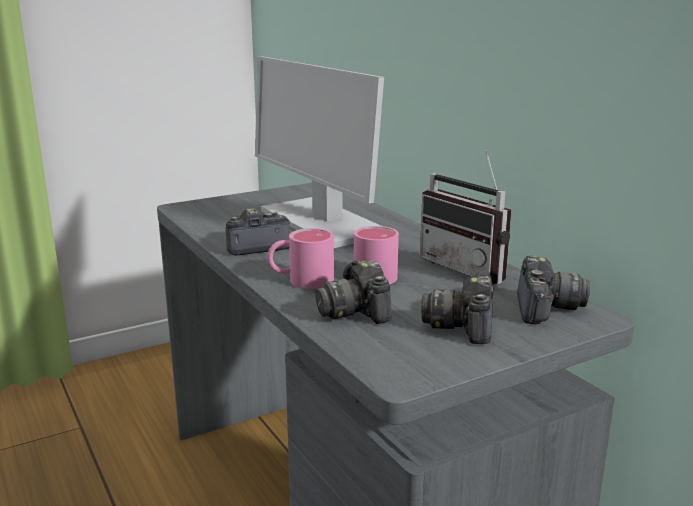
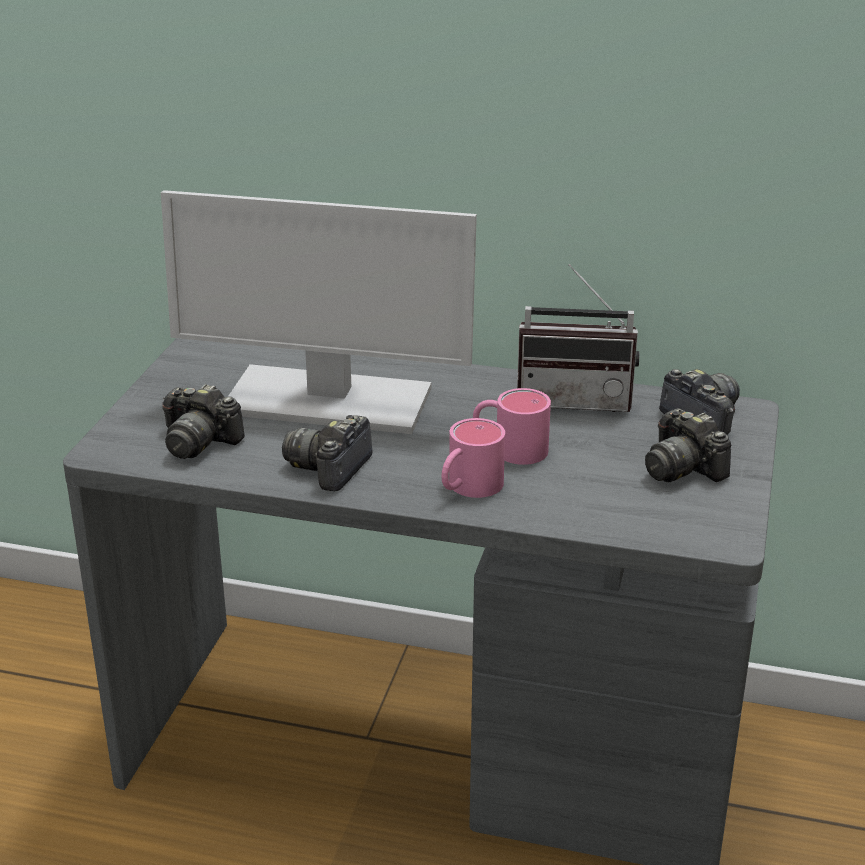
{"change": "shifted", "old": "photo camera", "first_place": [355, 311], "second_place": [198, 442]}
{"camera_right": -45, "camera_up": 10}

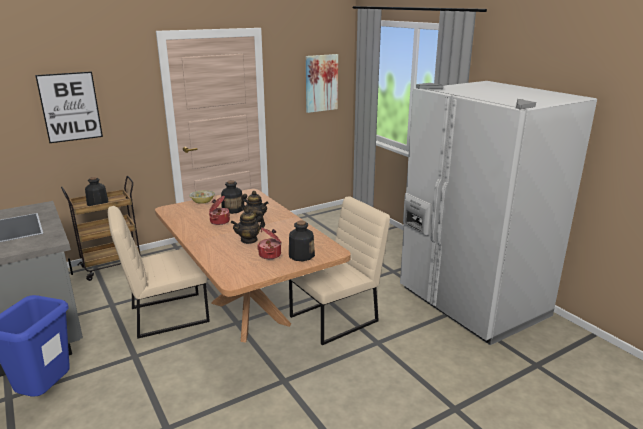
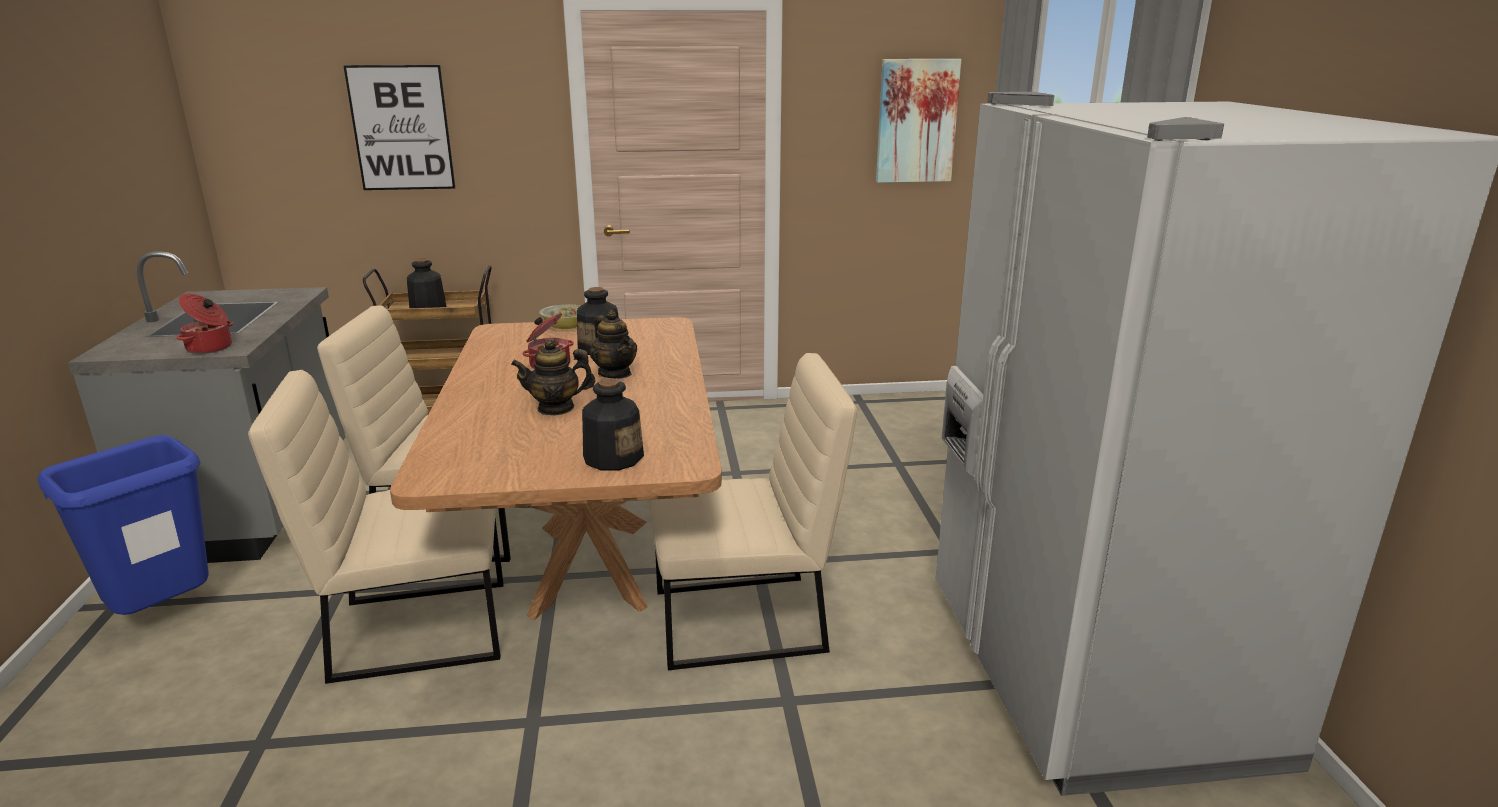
{"change": "shifted", "old": "cooking pot", "first_place": [270, 254], "second_place": [210, 348]}
{"change": "new", "new": "beige chair", "second_place": [415, 629]}
{"camera_right": 25, "camera_up": 0}

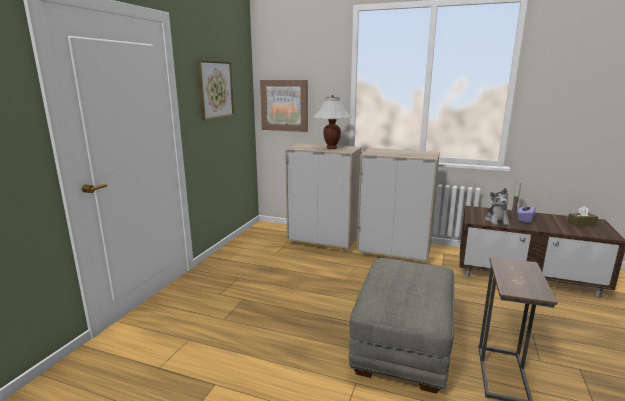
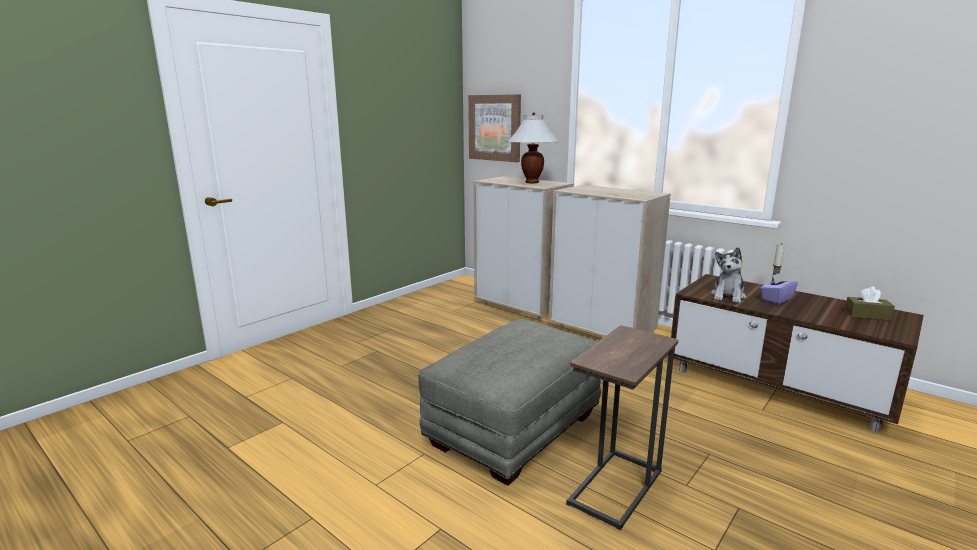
{"change": "gone", "old": "picture", "first_place": [215, 89]}
{"camera_right": 20, "camera_up": 0}

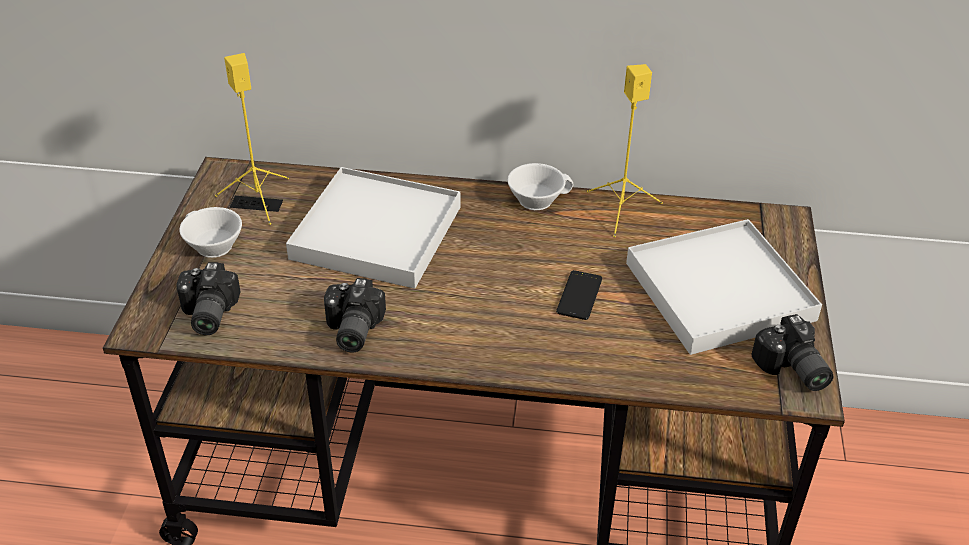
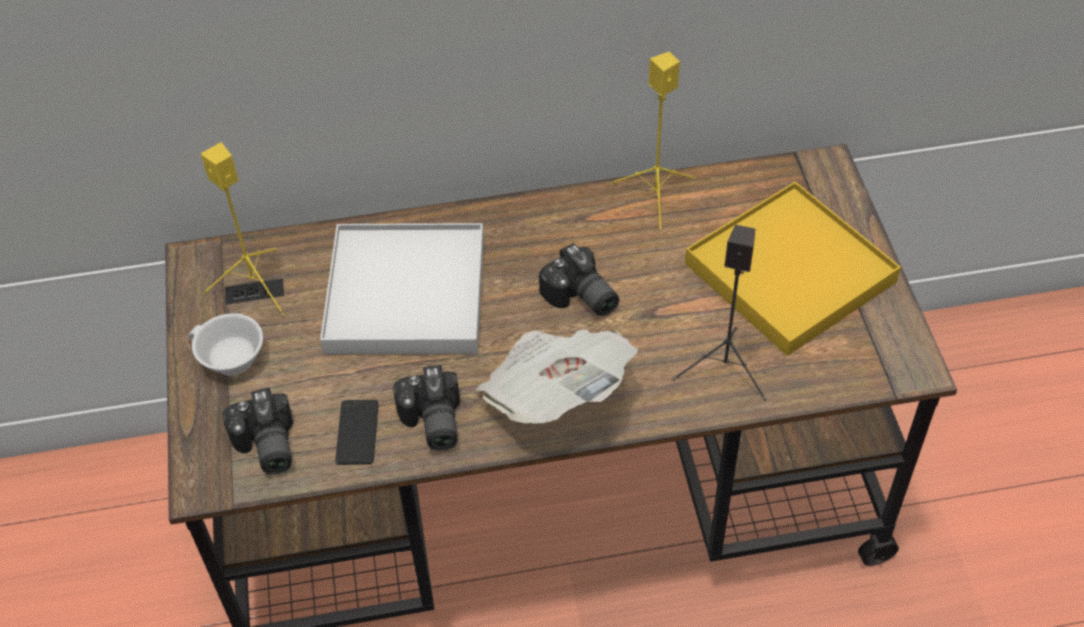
{"change": "gone", "old": "white cup", "first_place": [536, 198]}
{"change": "repainted", "old": "white tray", "new": "yellow tray", "first_place": [719, 291], "second_place": [790, 272]}
{"change": "shifted", "old": "phone", "first_place": [579, 295], "second_place": [357, 432]}
{"change": "shifted", "old": "photo camera", "first_place": [791, 370], "second_place": [580, 298]}
{"change": "new", "new": "black speaker", "second_place": [726, 369]}
{"change": "new", "new": "newspaper", "second_place": [555, 394]}
{"camera_right": -15, "camera_up": 10}

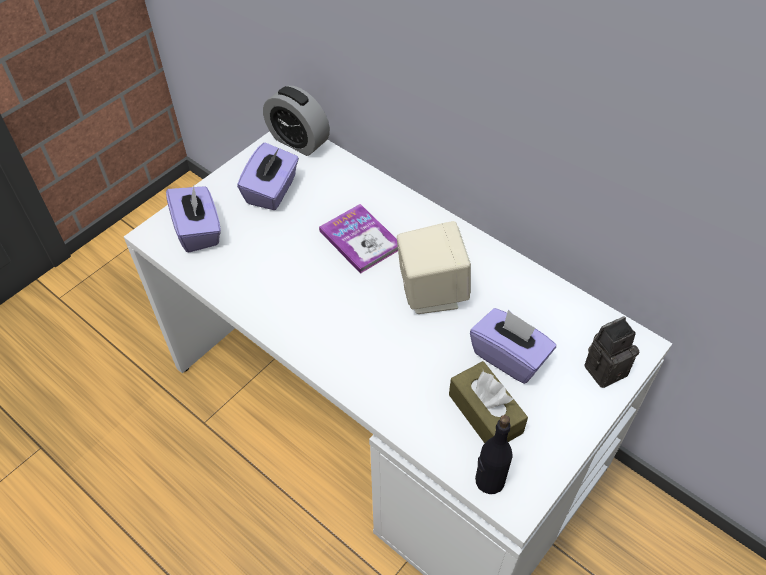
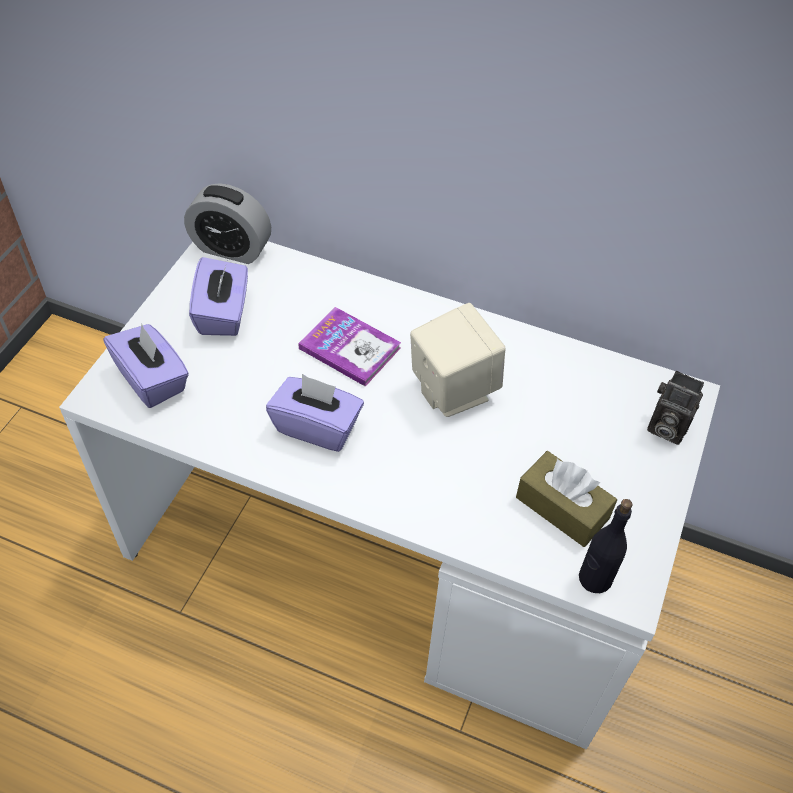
{"change": "shifted", "old": "purple tissue box", "first_place": [509, 356], "second_place": [317, 427]}
{"change": "rotated", "old": "photo camera", "first_place": [605, 368], "second_place": [665, 427], "degrees": -105}
{"camera_right": -20, "camera_up": 0}

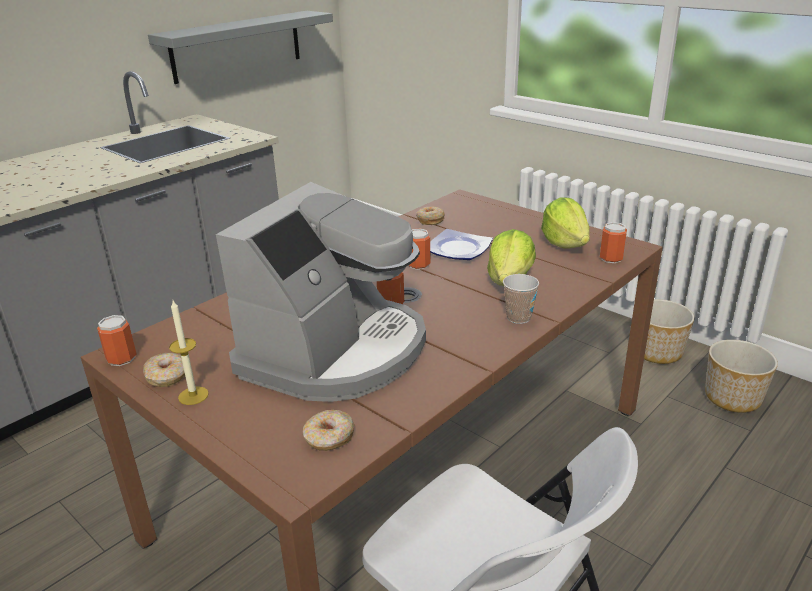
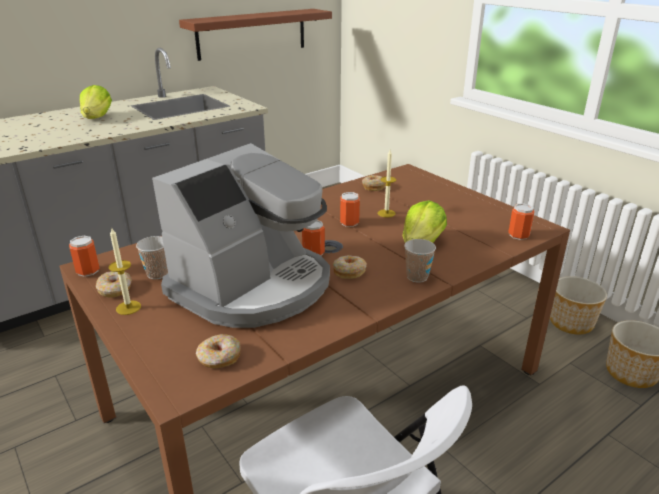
{"change": "repainted", "old": "grey shelf", "new": "brown shelf", "first_place": [237, 46], "second_place": [252, 33]}
{"change": "shifted", "old": "lettuce", "first_place": [565, 243], "second_place": [97, 117]}
{"change": "swapped", "old": "plate", "new": "candle", "first_place": [456, 249], "second_place": [386, 213]}
{"change": "new", "new": "cup", "second_place": [157, 274]}
{"change": "new", "new": "donut", "second_place": [349, 271]}
{"camera_right": 10, "camera_up": 0}

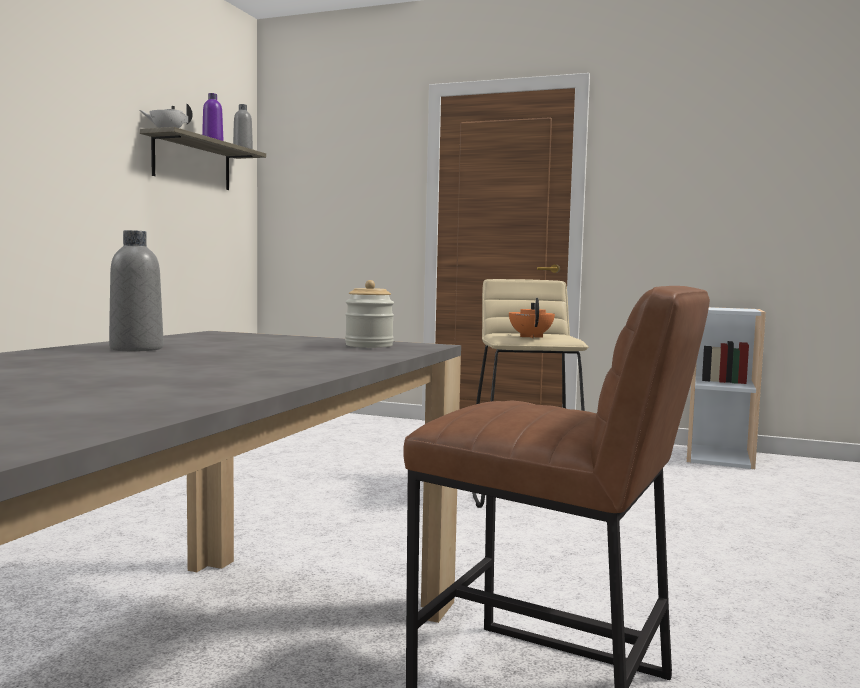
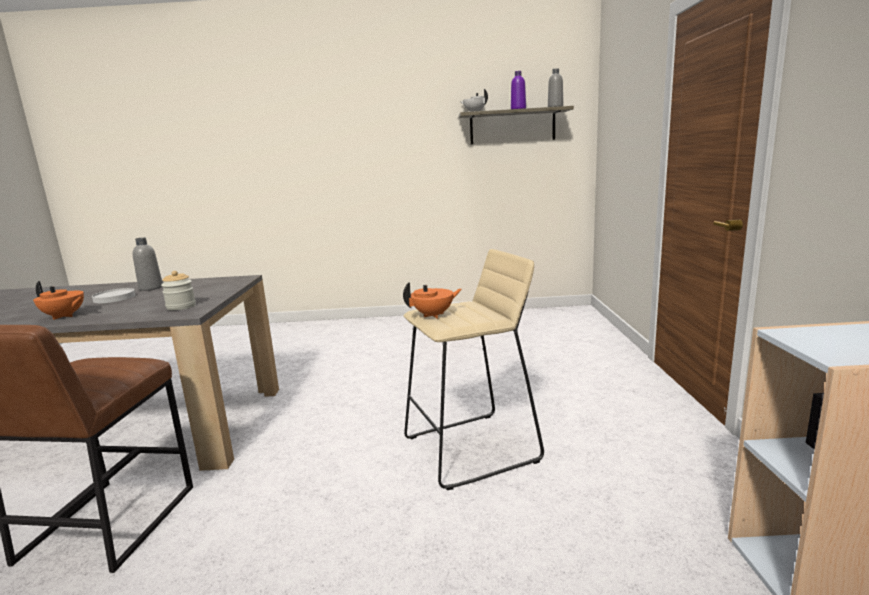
{"change": "new", "new": "orange teapot", "second_place": [64, 316]}
{"change": "new", "new": "white plate", "second_place": [115, 298]}
{"camera_right": 70, "camera_up": 10}

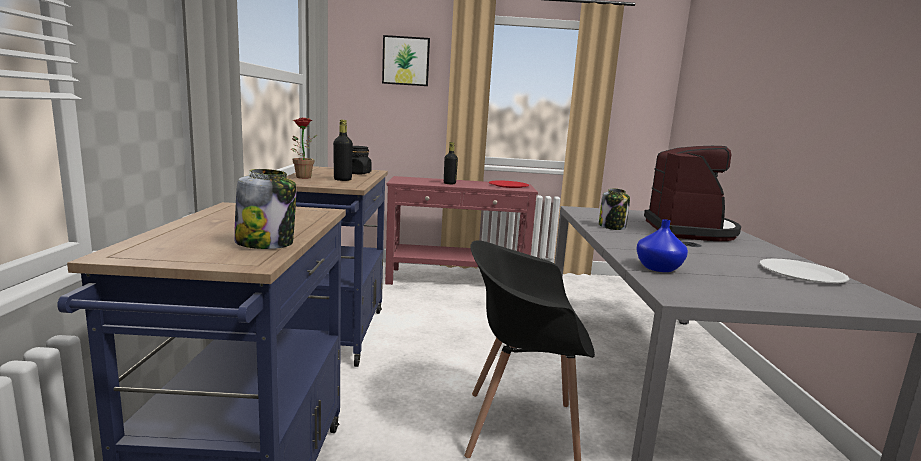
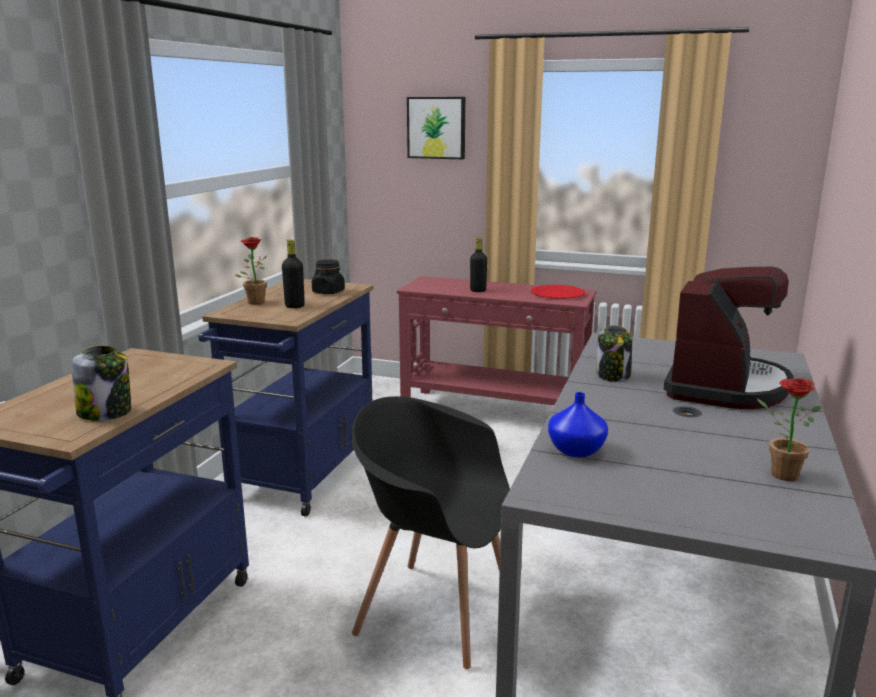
{"change": "swapped", "old": "white plate", "new": "potted plant", "first_place": [801, 273], "second_place": [778, 473]}
{"camera_right": 20, "camera_up": 5}

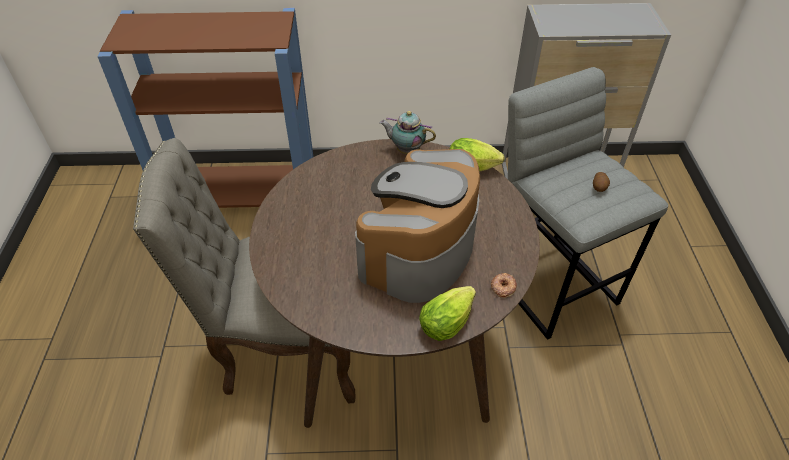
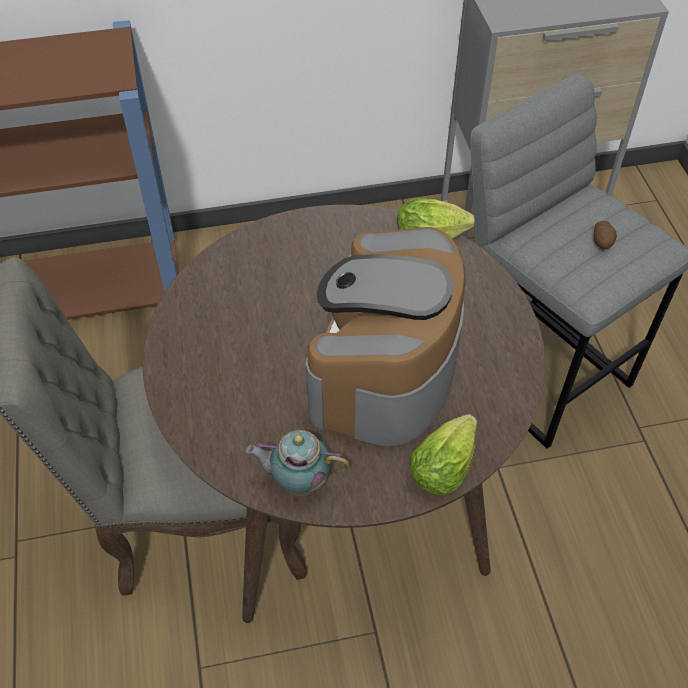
{"change": "shifted", "old": "teapot", "first_place": [406, 150], "second_place": [298, 481]}
{"change": "gone", "old": "donut", "first_place": [503, 287]}
{"camera_right": -10, "camera_up": 5}

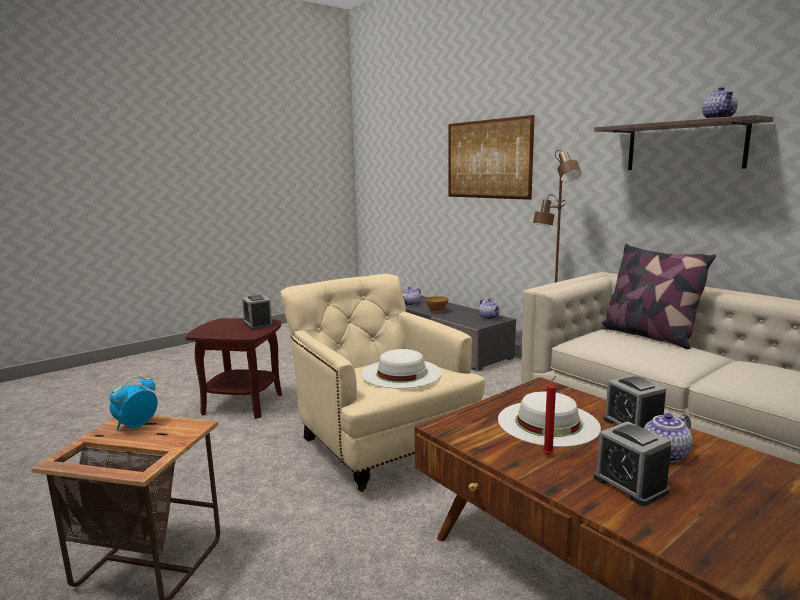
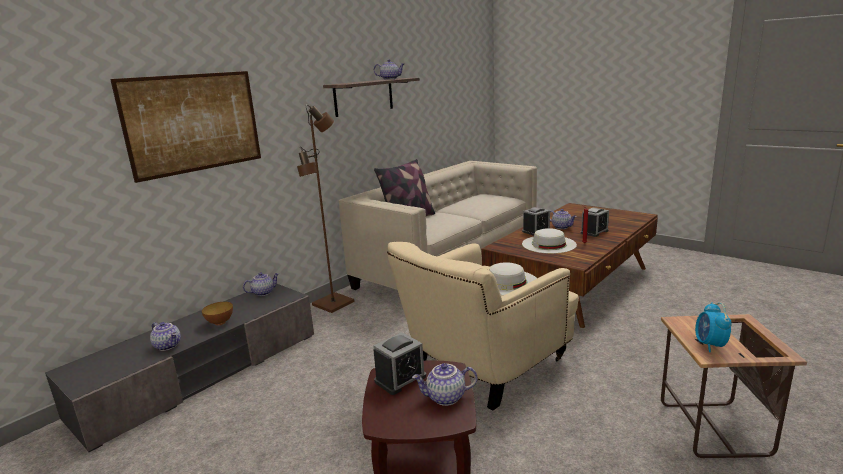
{"change": "rotated", "old": "alarm clock", "first_place": [135, 425], "second_place": [710, 345], "degrees": 75}
{"change": "new", "new": "teapot", "second_place": [445, 398]}
{"camera_right": -100, "camera_up": 5}

